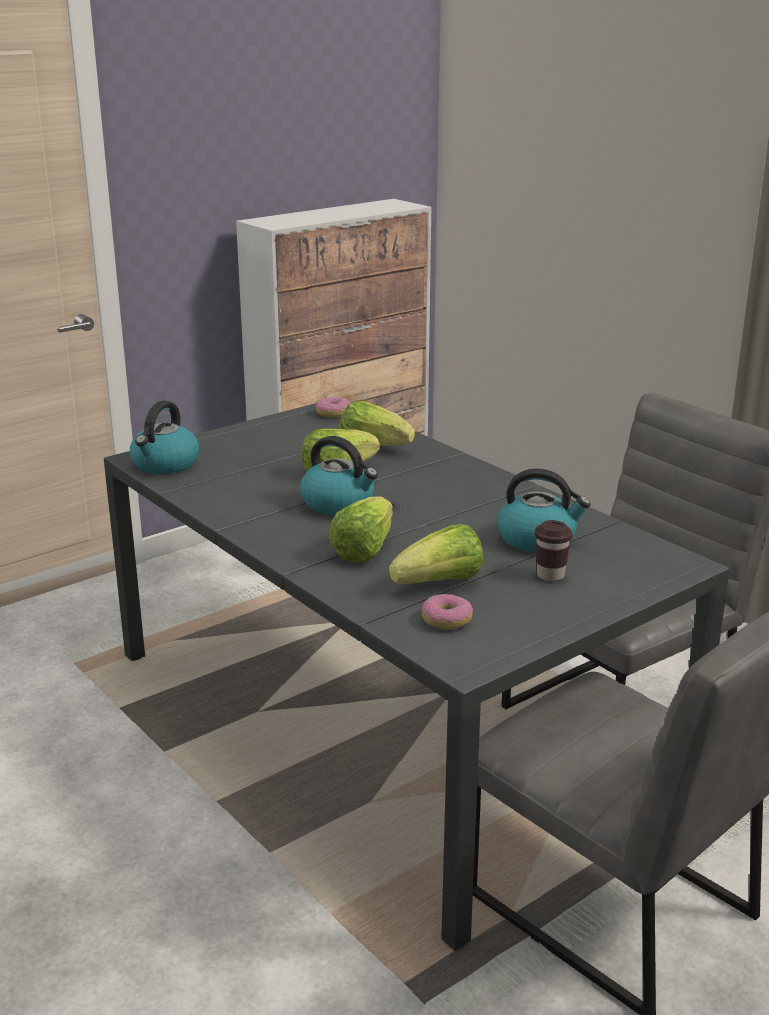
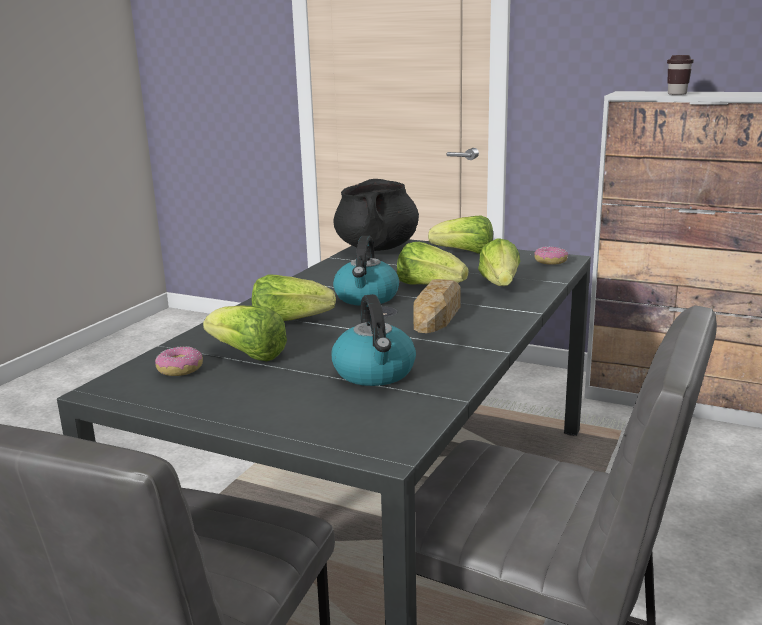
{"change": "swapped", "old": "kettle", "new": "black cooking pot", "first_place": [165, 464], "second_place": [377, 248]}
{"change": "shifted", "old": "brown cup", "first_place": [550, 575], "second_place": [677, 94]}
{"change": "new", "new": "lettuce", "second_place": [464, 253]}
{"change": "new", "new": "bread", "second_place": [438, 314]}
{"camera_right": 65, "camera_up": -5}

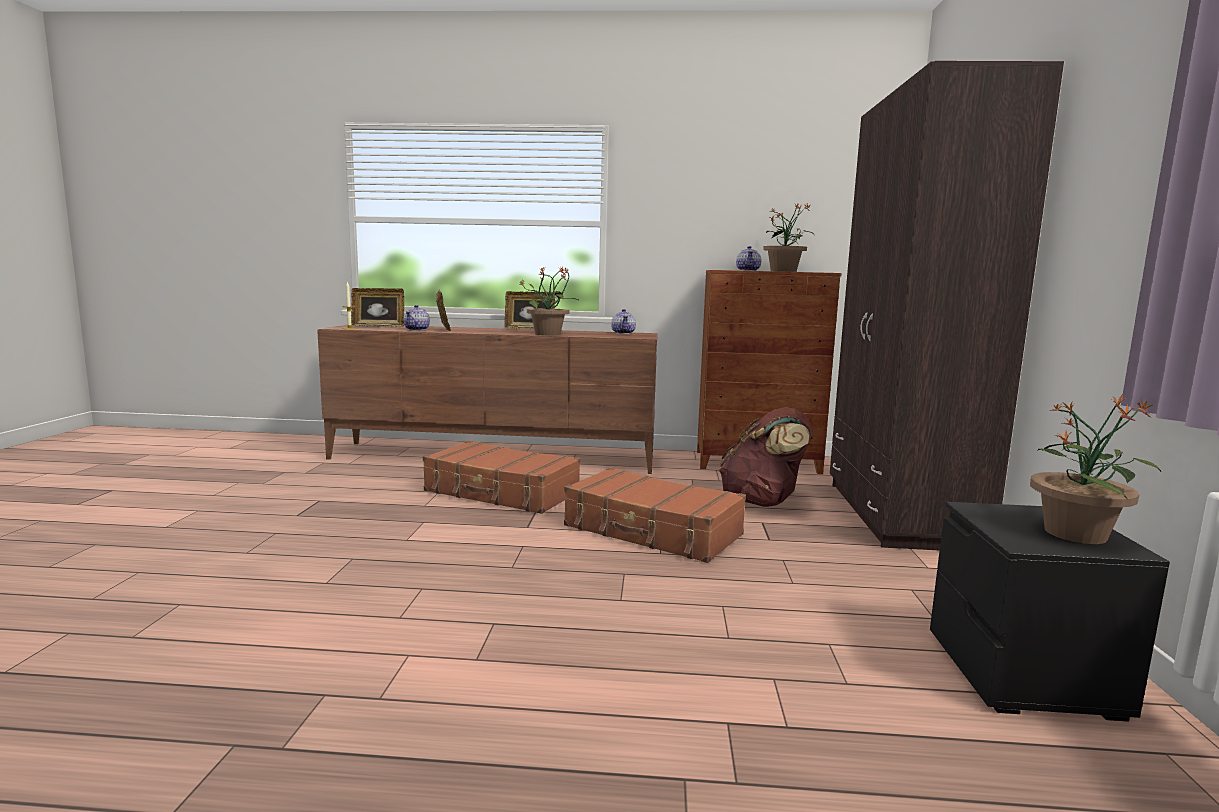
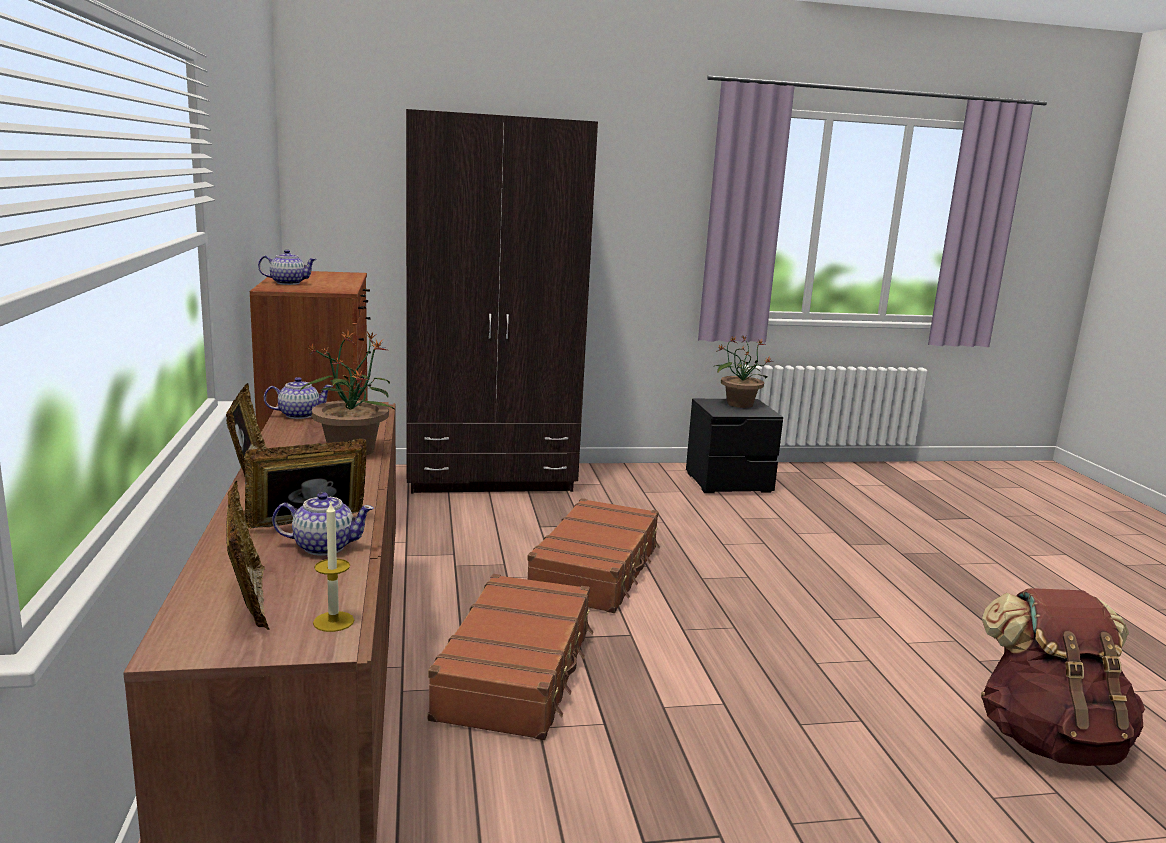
{"change": "gone", "old": "potted plant", "first_place": [784, 271]}
{"change": "shifted", "old": "brown backpack", "first_place": [763, 502], "second_place": [1048, 740]}
{"camera_right": -105, "camera_up": 5}

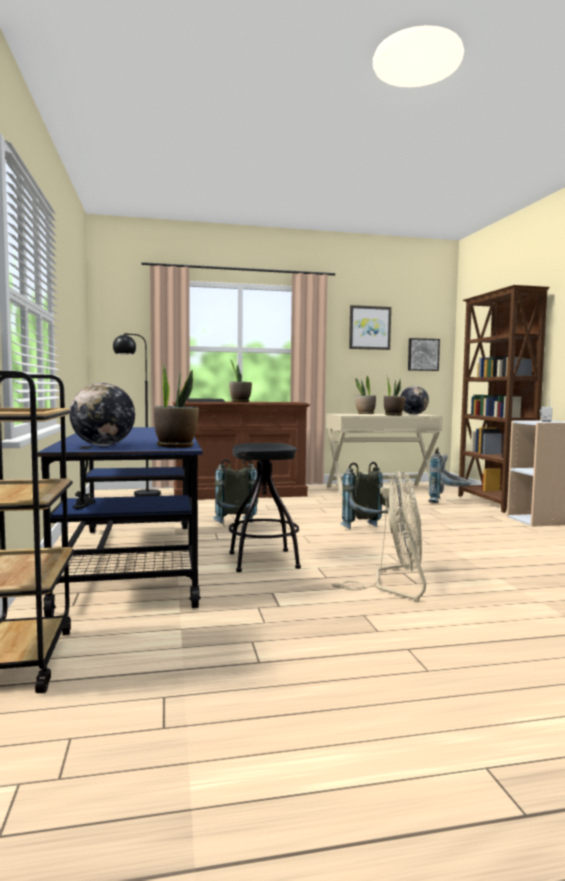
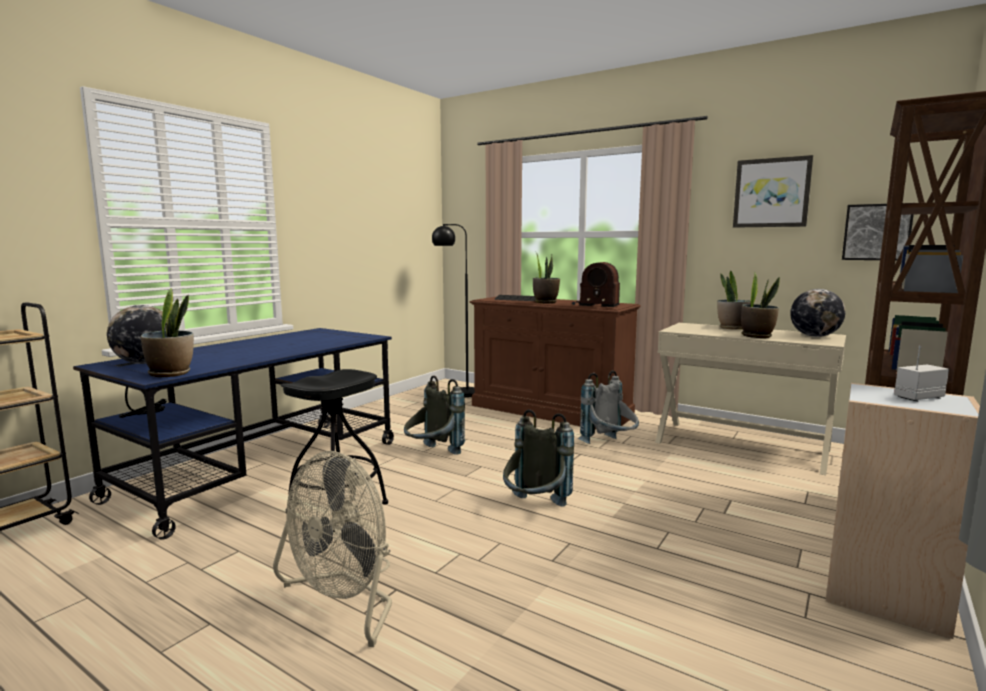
{"change": "shifted", "old": "grey backpack", "first_place": [447, 501], "second_place": [610, 446]}
{"change": "rotated", "old": "beige fan", "first_place": [392, 582], "second_place": [347, 596], "degrees": 75}
{"change": "new", "new": "radio", "second_place": [595, 305]}
{"camera_right": 45, "camera_up": 5}

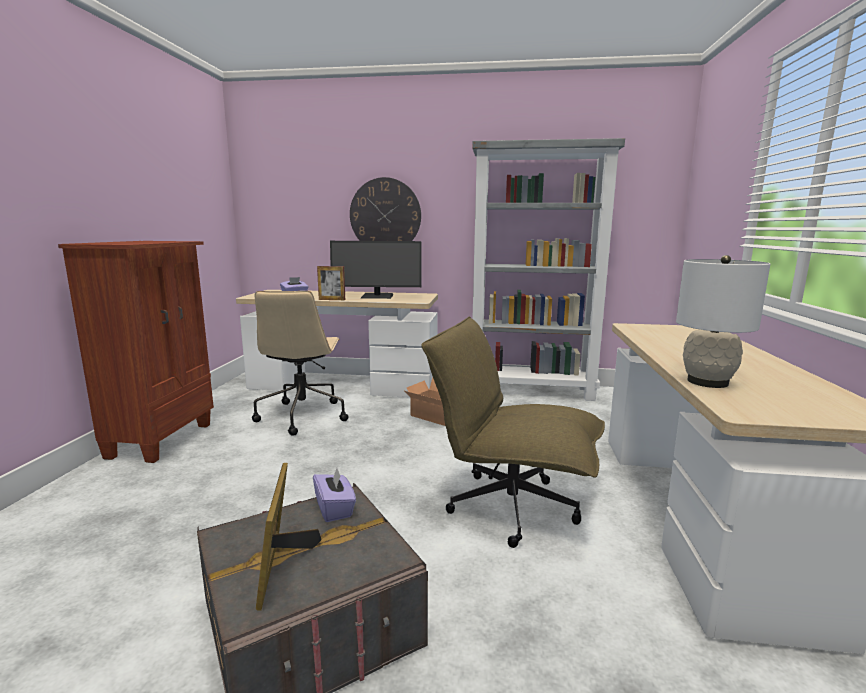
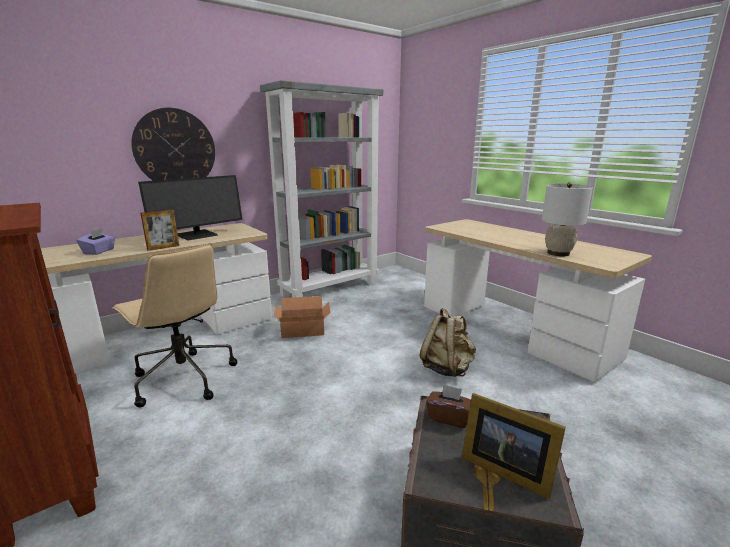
{"change": "swapped", "old": "beige office chair", "new": "beige backpack", "first_place": [513, 507], "second_place": [446, 368]}
{"change": "repainted", "old": "purple tissue box", "new": "brown tissue box", "first_place": [335, 509], "second_place": [449, 417]}
{"camera_right": -45, "camera_up": 5}

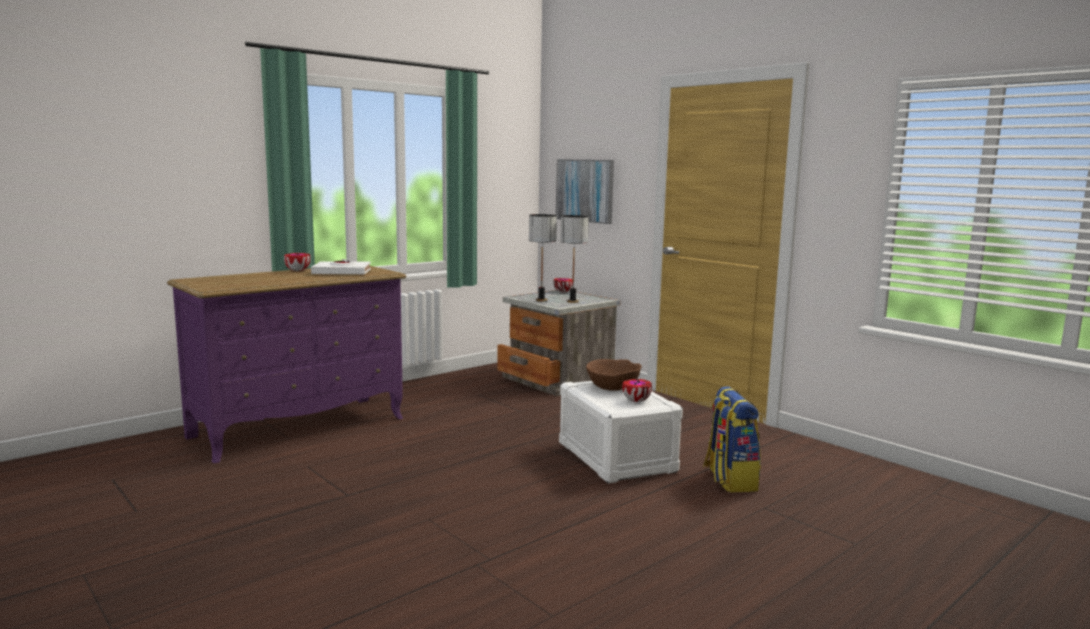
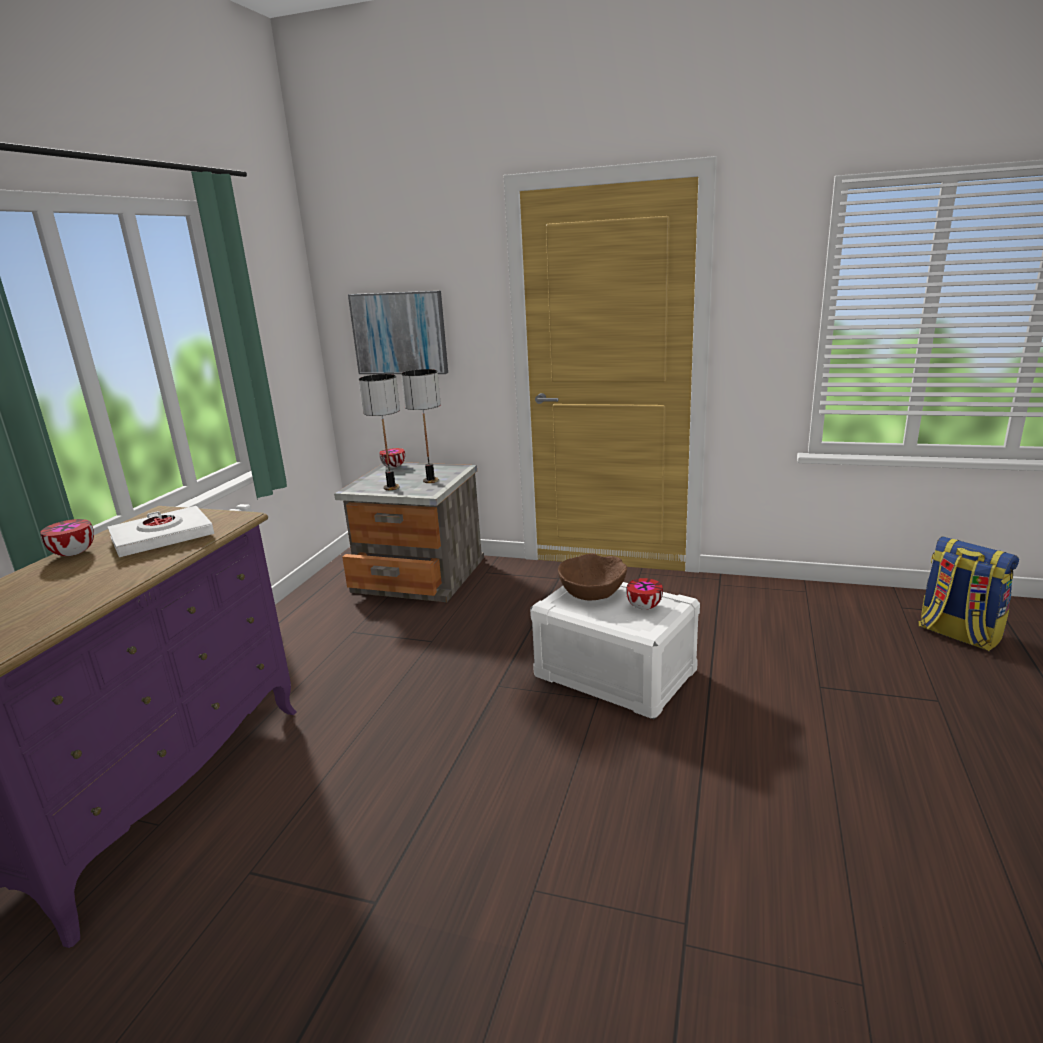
{"change": "shifted", "old": "backpack", "first_place": [729, 480], "second_place": [957, 634]}
{"camera_right": -30, "camera_up": 10}

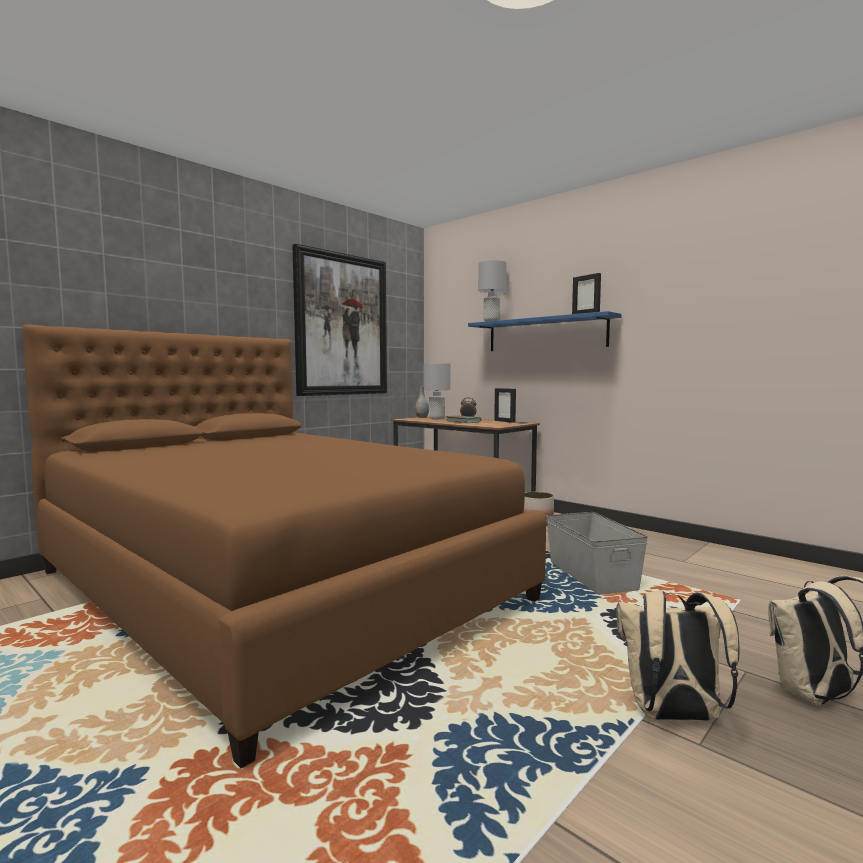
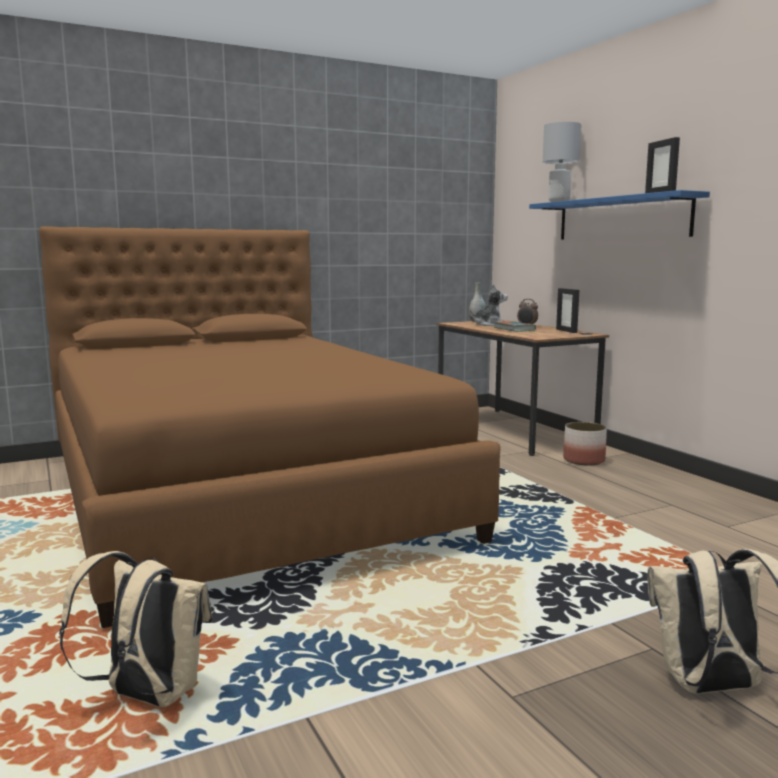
{"change": "gone", "old": "picture", "first_place": [341, 325]}
{"change": "swapped", "old": "grey table lamp", "new": "plush toy", "first_place": [436, 419], "second_place": [489, 325]}
{"change": "gone", "old": "grey storage box", "first_place": [592, 575]}
{"change": "shifted", "old": "beige backpack", "first_place": [672, 716], "second_place": [147, 696]}
{"camera_right": 20, "camera_up": 5}

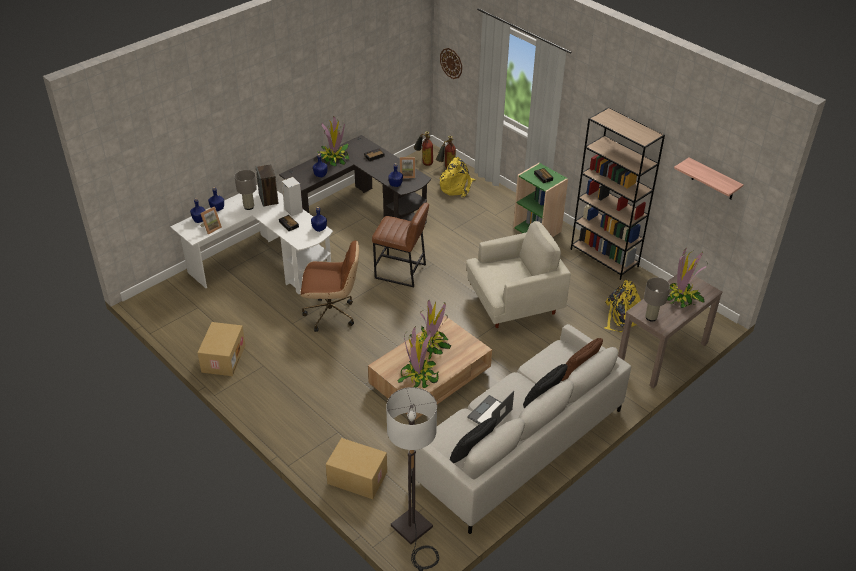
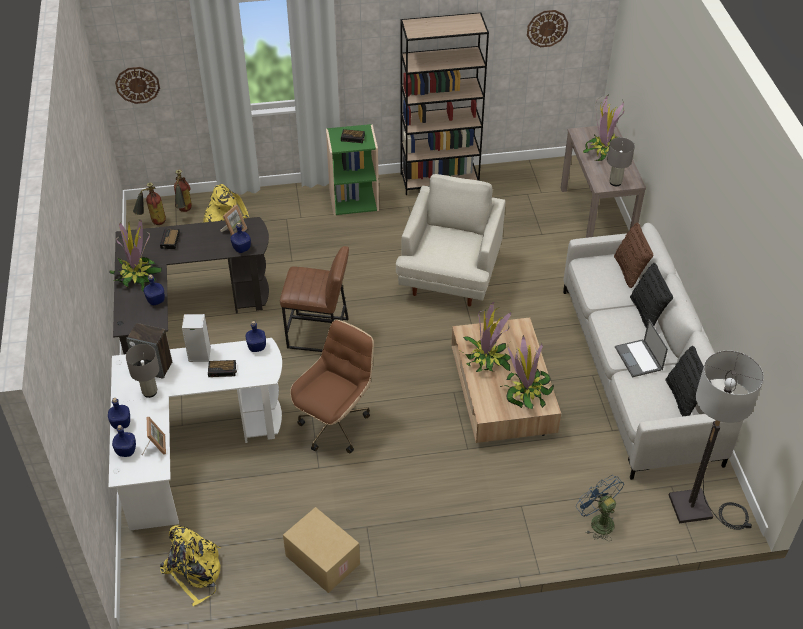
{"change": "swapped", "old": "shelf", "new": "wall clock", "first_place": [713, 180], "second_place": [547, 28]}
{"change": "rotated", "old": "brown chair", "first_place": [401, 271], "second_place": [319, 333], "degrees": 45}
{"change": "shifted", "old": "yellow backpack", "first_place": [622, 317], "second_place": [194, 572]}
{"change": "swapped", "old": "cardboard box", "new": "blue fan", "first_place": [356, 478], "second_place": [597, 521]}
{"camera_right": -55, "camera_up": 5}

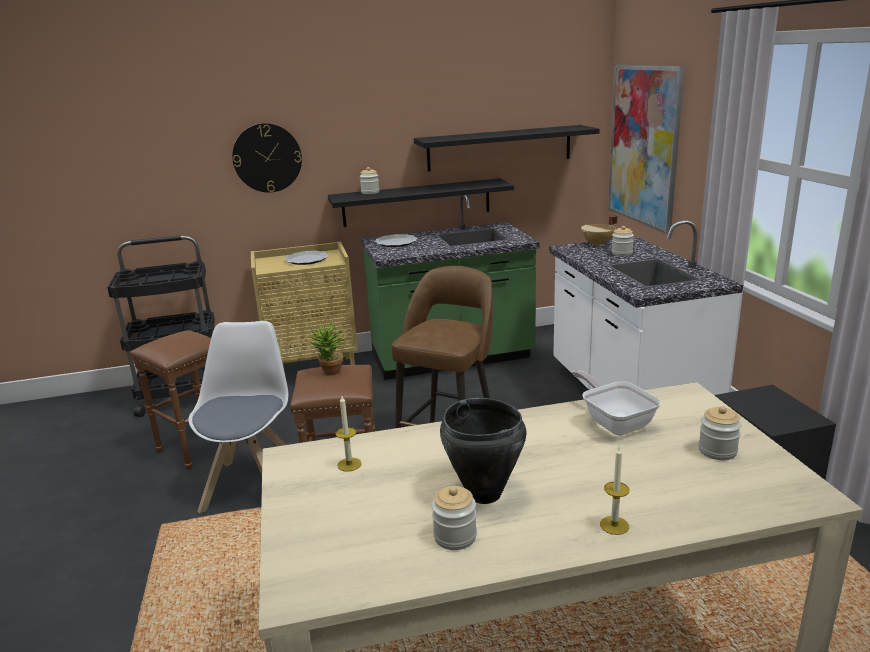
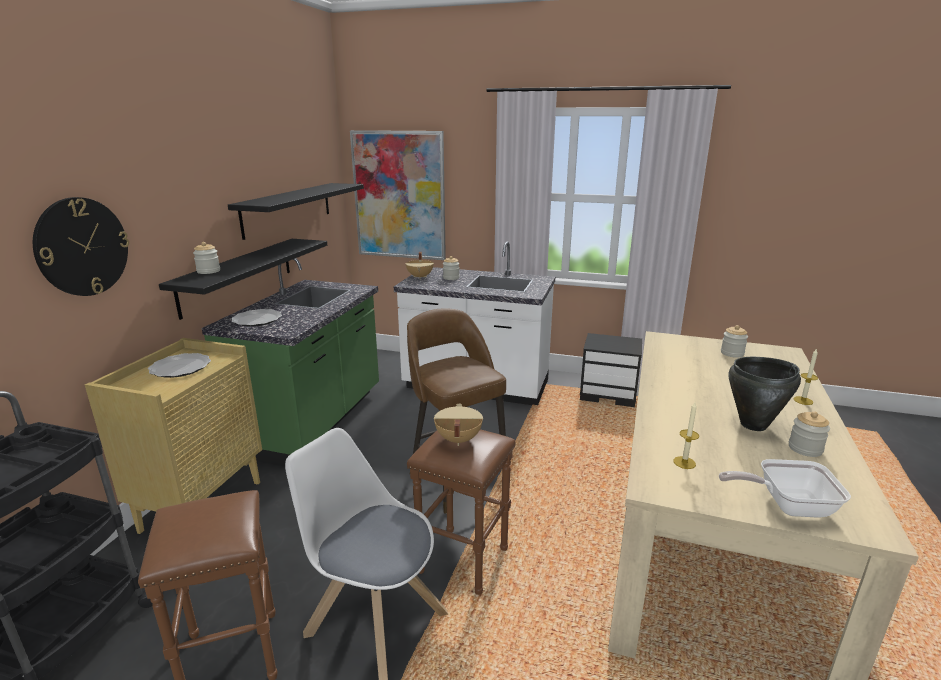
{"change": "swapped", "old": "potted plant", "new": "beige cooking pot", "first_place": [330, 373], "second_place": [457, 439]}
{"change": "shifted", "old": "frying pan", "first_place": [614, 422], "second_place": [786, 505]}
{"camera_right": -60, "camera_up": 0}

